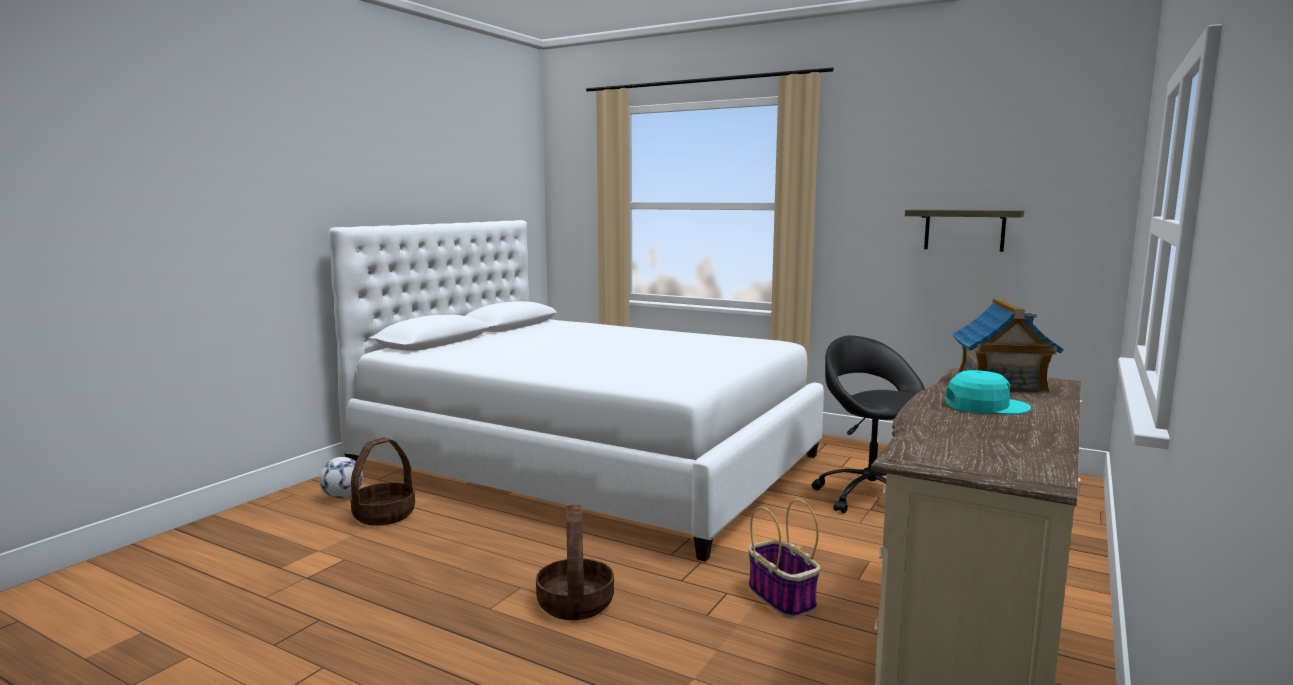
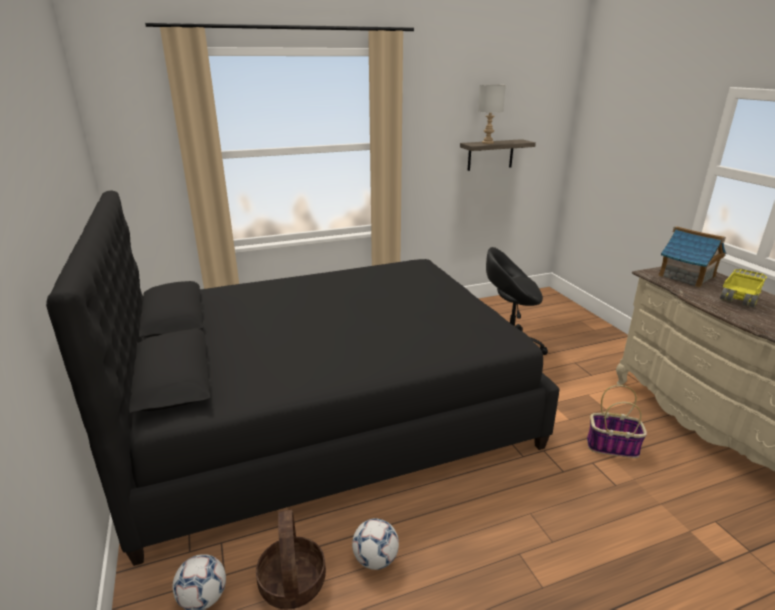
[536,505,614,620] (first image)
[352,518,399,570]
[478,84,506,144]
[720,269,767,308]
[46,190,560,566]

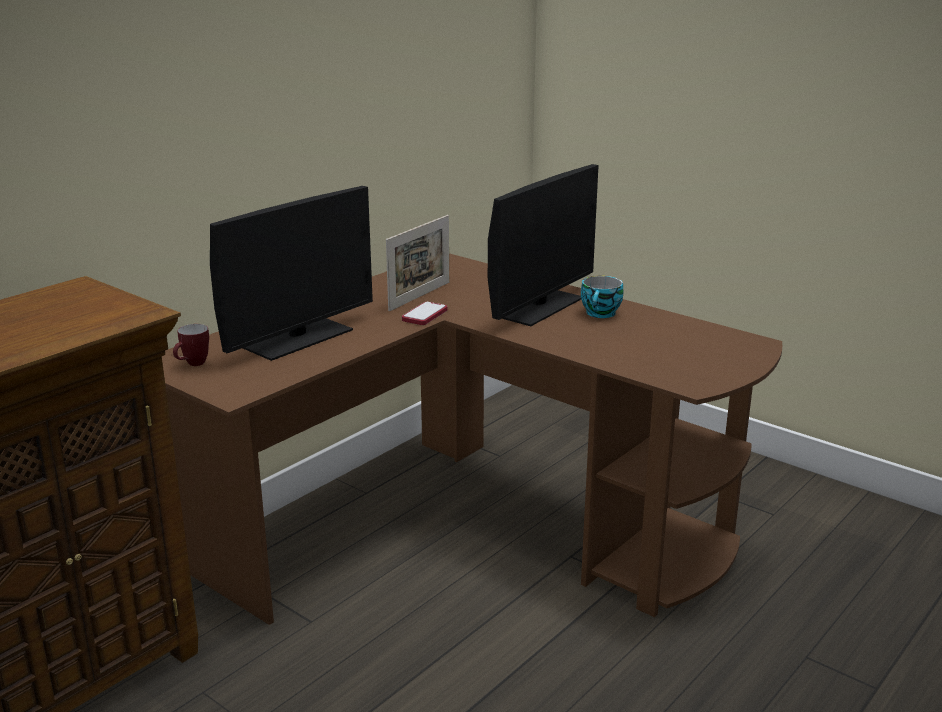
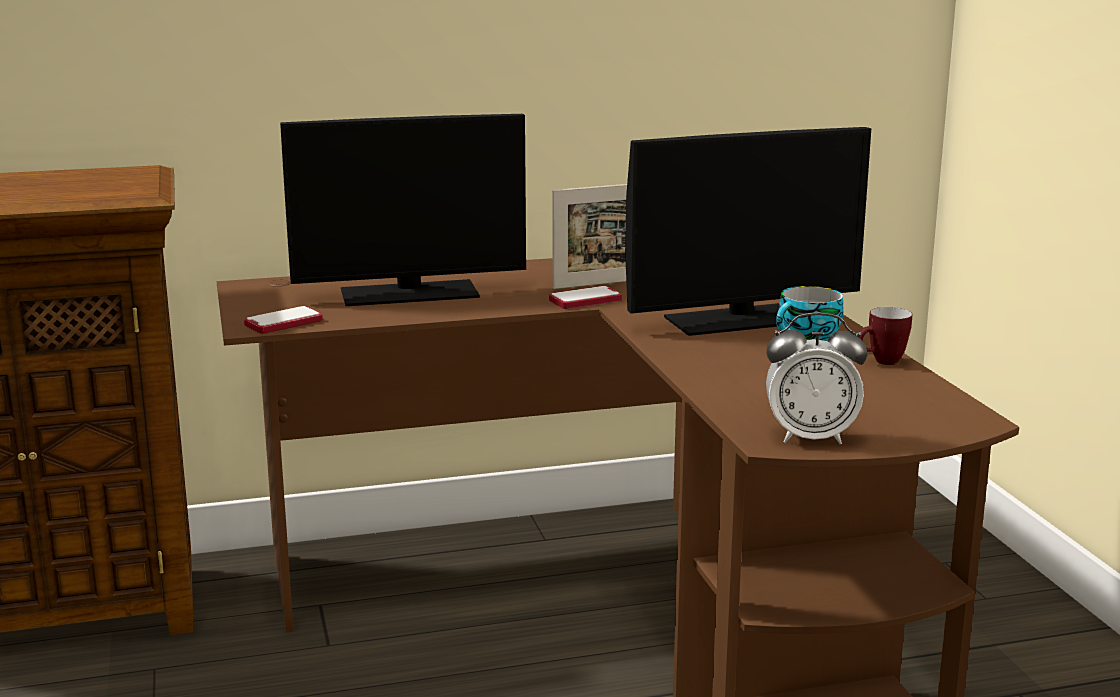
[244,306,323,333]
[766,312,867,444]
[859,307,912,365]

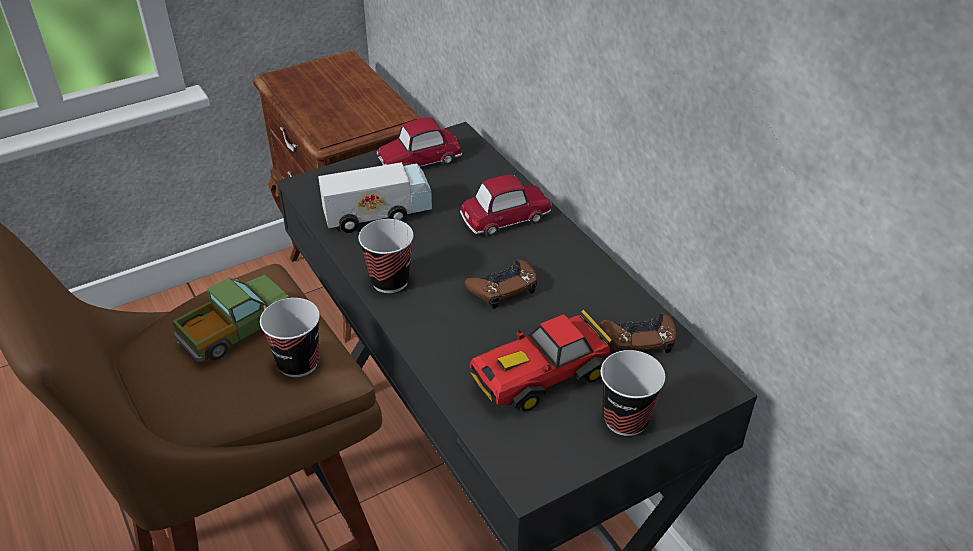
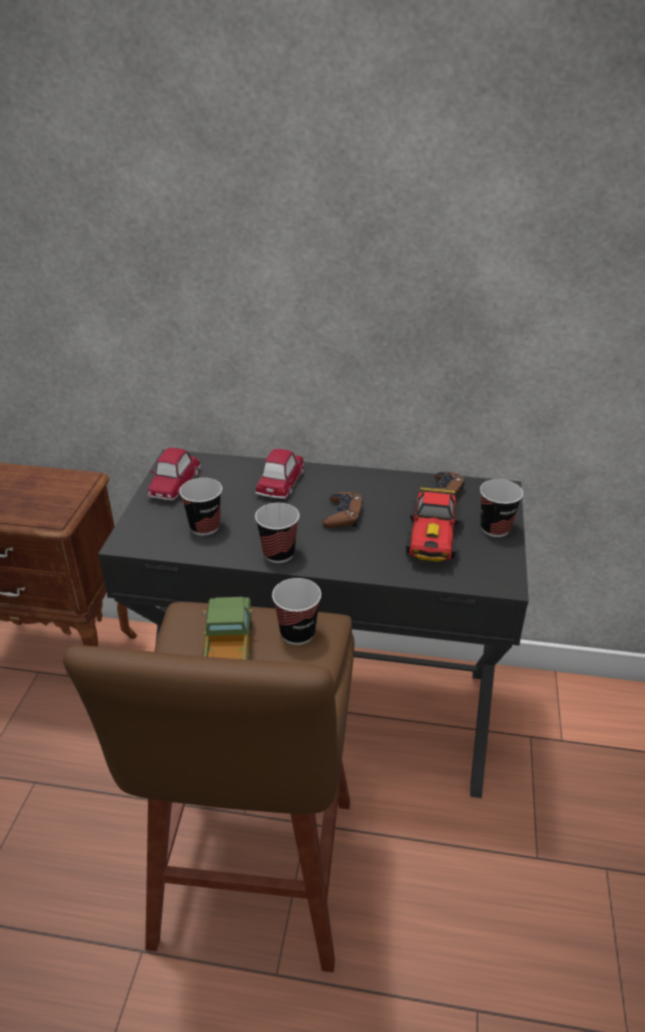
[180,478,222,536]

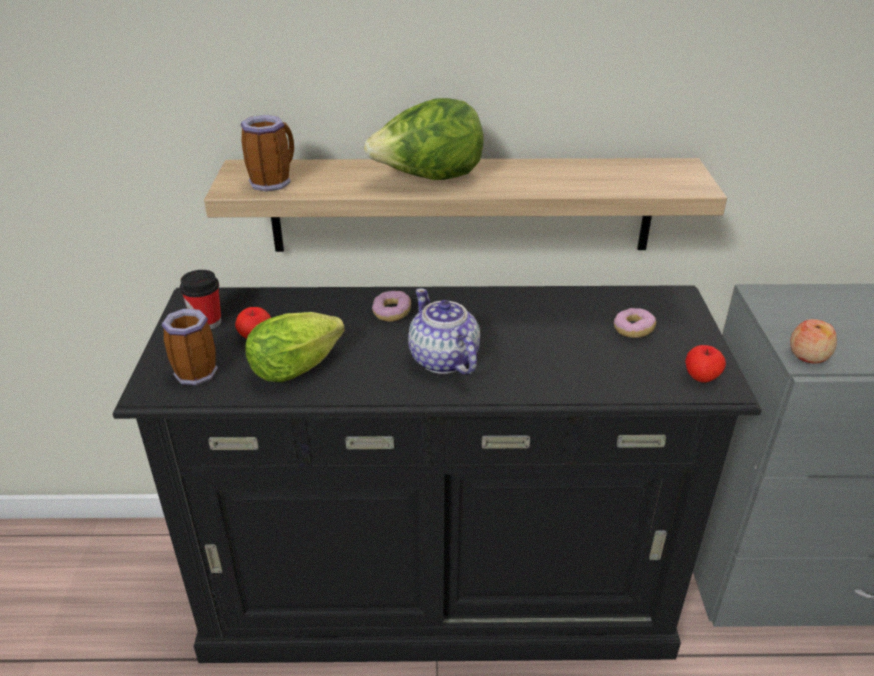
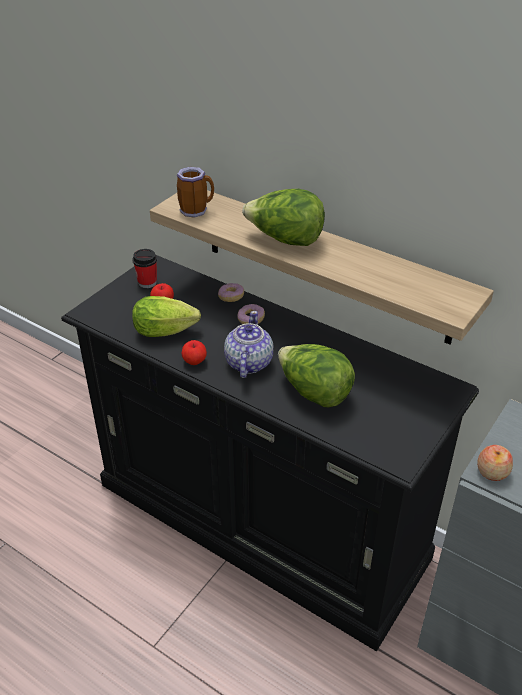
[161,309,218,385] (first image)
[278,344,355,407]
[218,283,244,302]
[182,340,207,365]

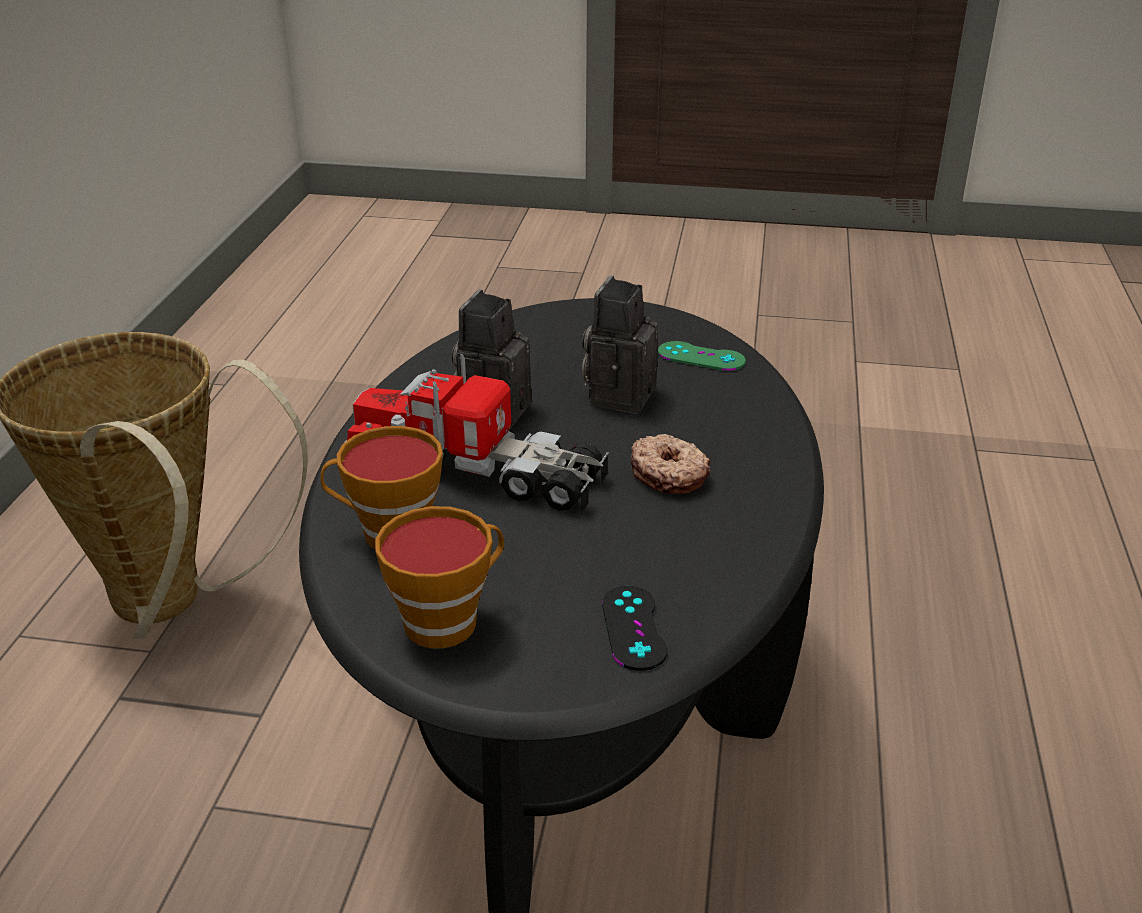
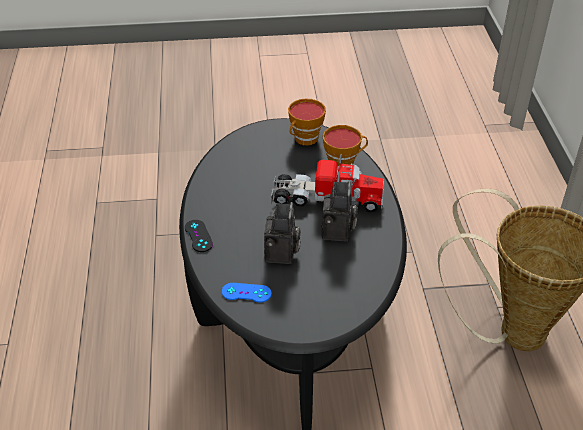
[631,434,711,494] (first image)
[185,220,213,252]
[222,283,272,302]

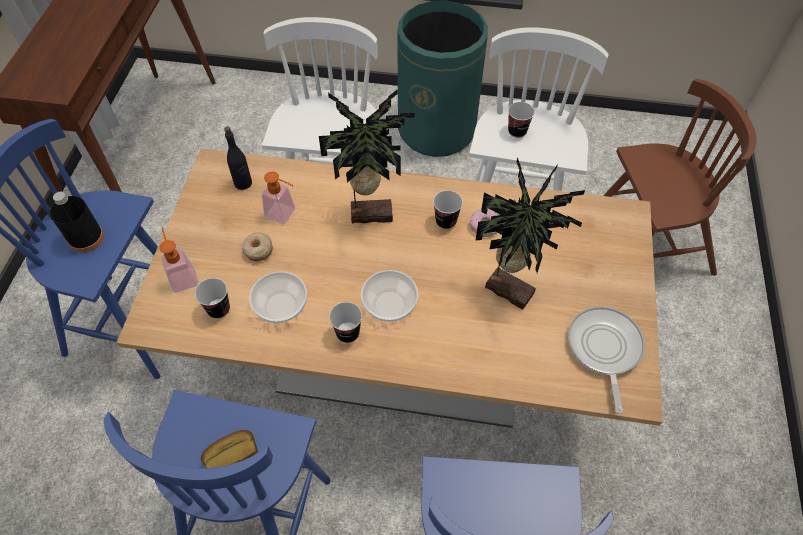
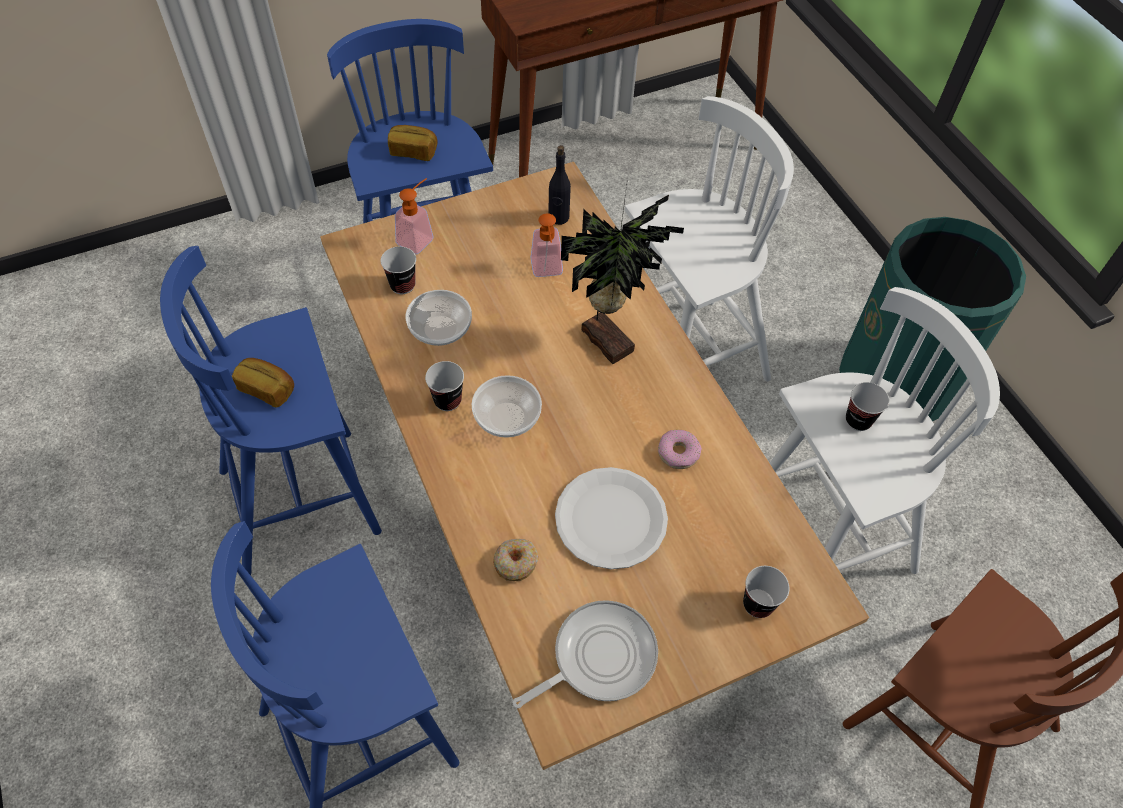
[493,539,538,581]
[743,566,790,618]
[388,125,437,161]
[555,467,668,569]

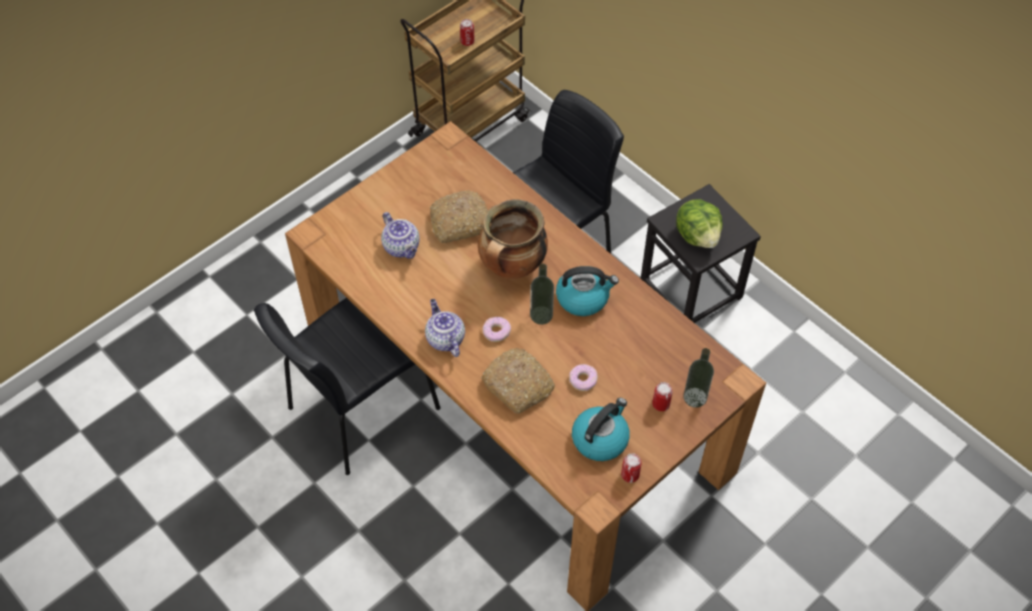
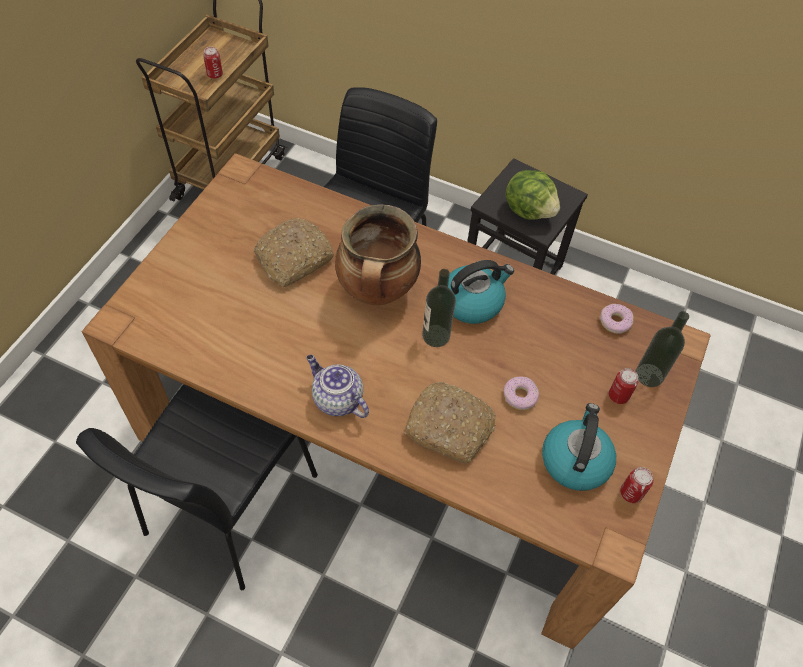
[381,212,420,259] (first image)
[599,304,634,334]

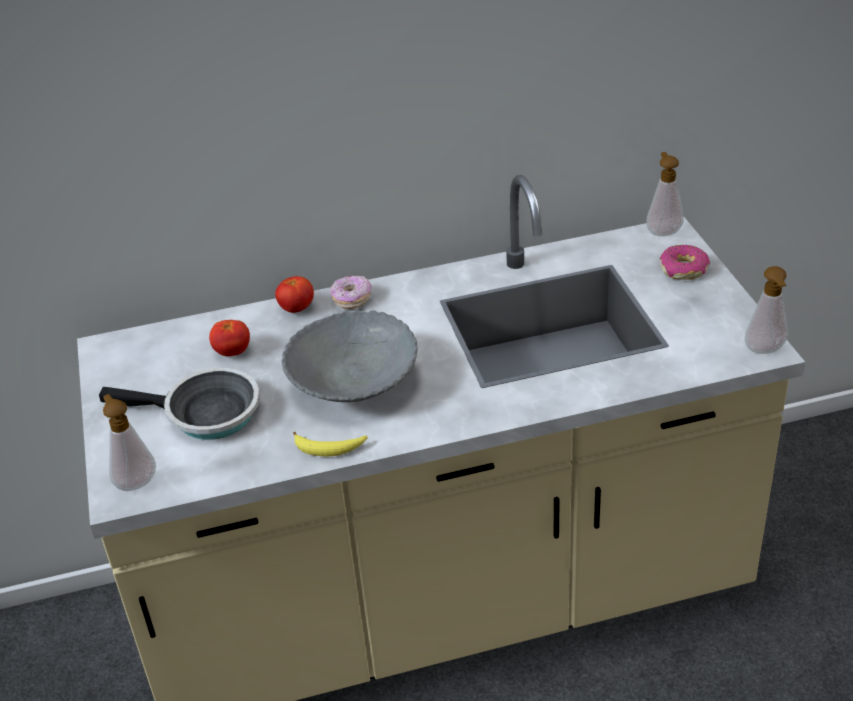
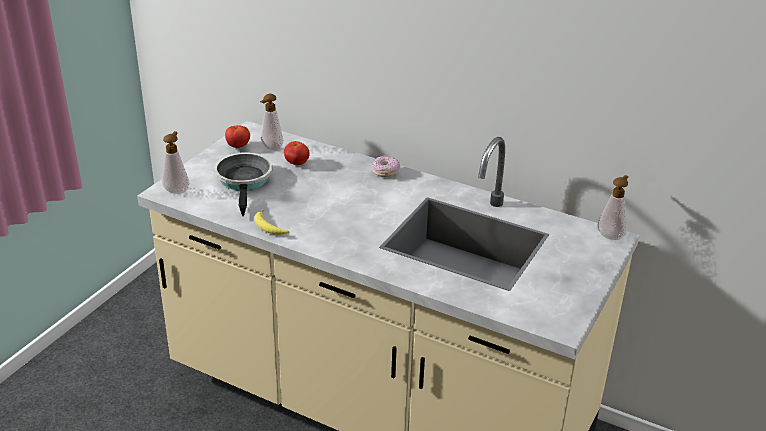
[282,310,418,402] (first image)
[660,245,710,280] (first image)
[225,126,250,148]
[260,94,283,150]
[214,152,273,216]

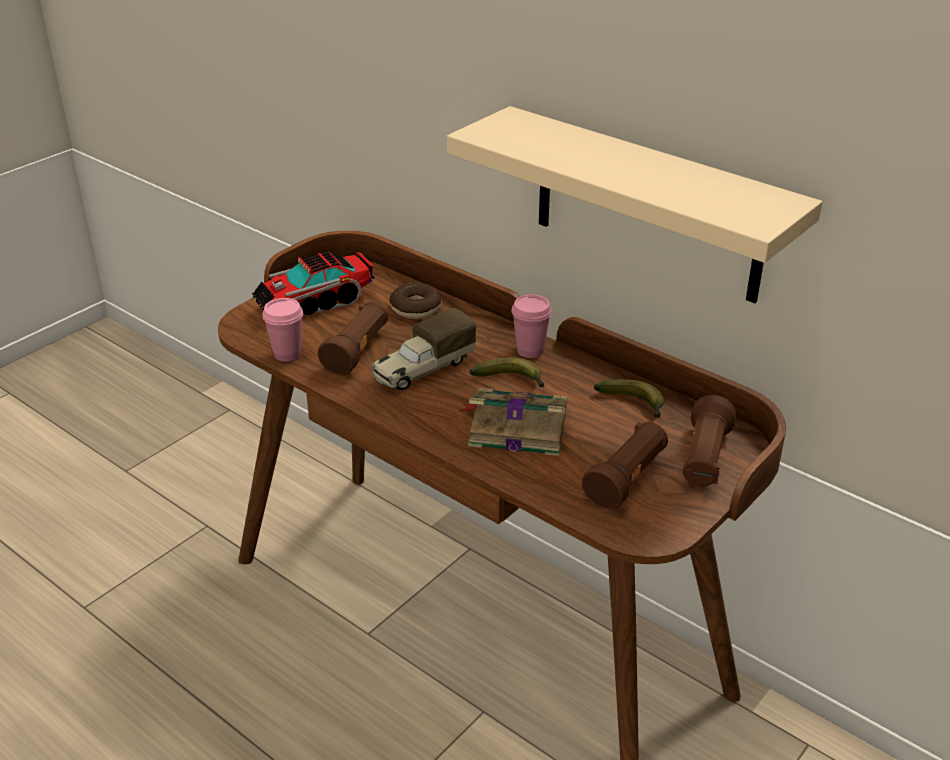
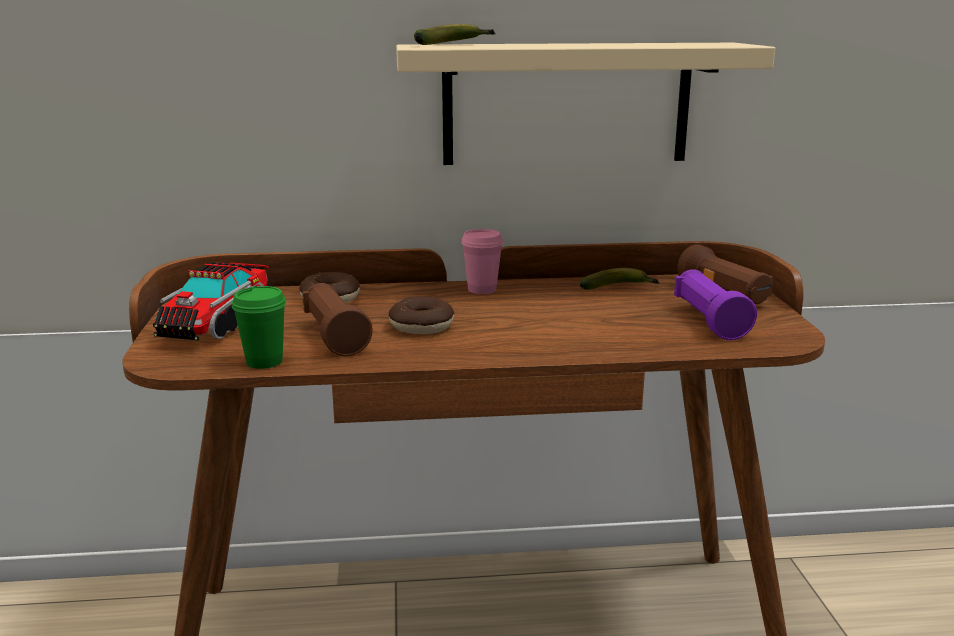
[459,388,568,456] (first image)
[414,24,495,45]
[389,296,454,334]
[232,286,286,369]
[674,269,757,340]

